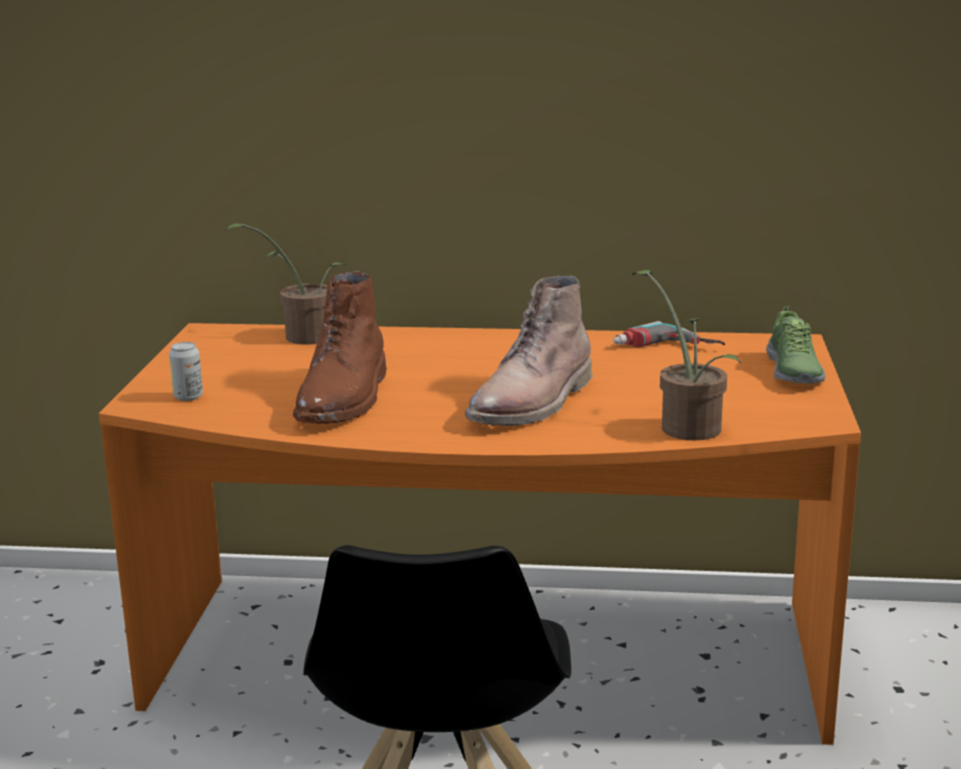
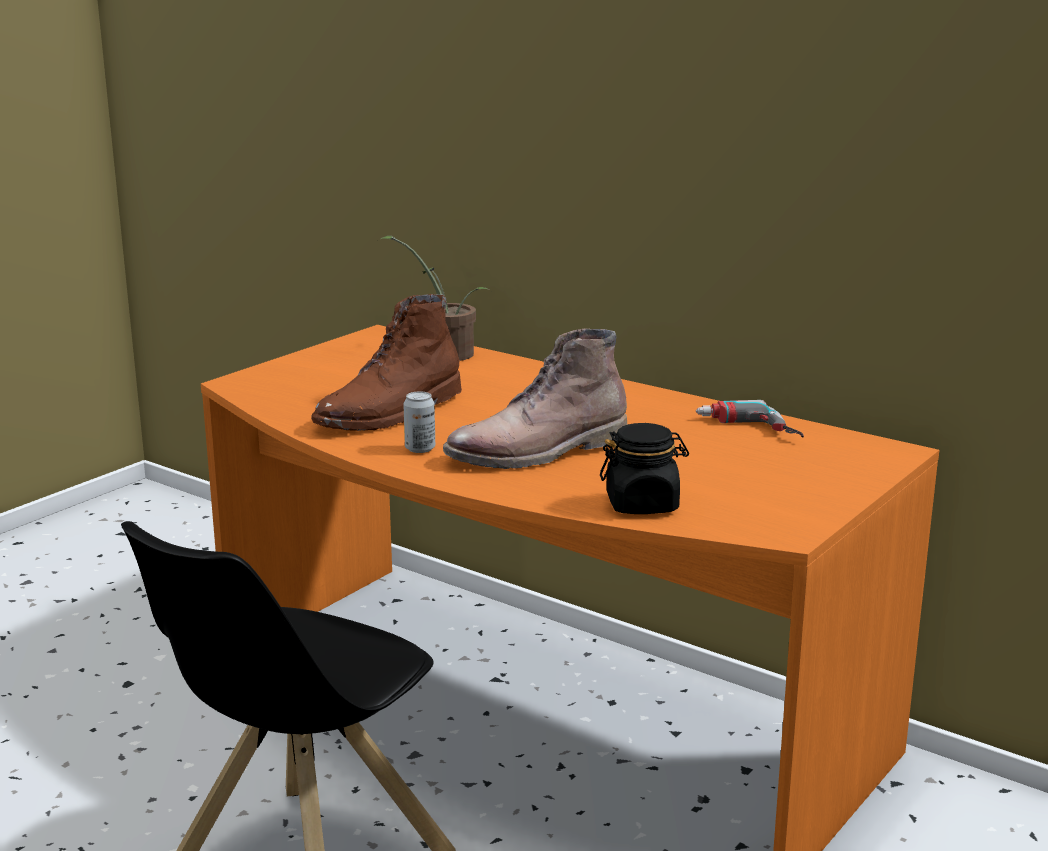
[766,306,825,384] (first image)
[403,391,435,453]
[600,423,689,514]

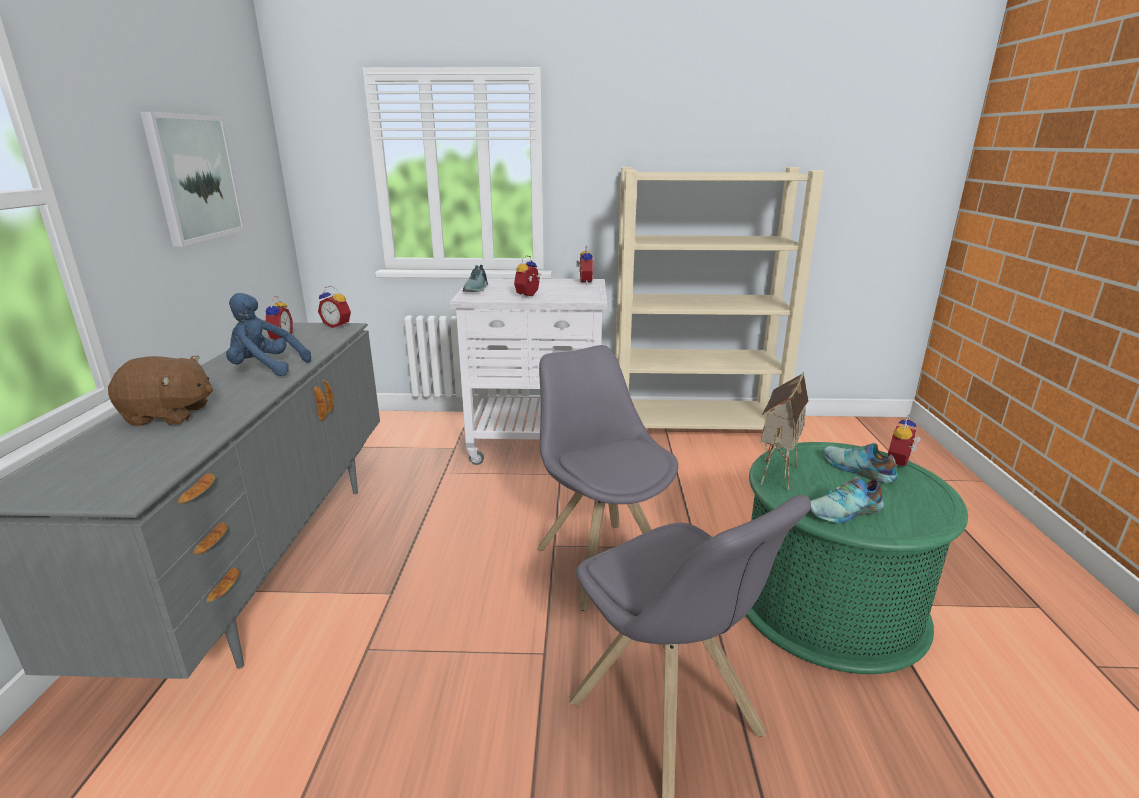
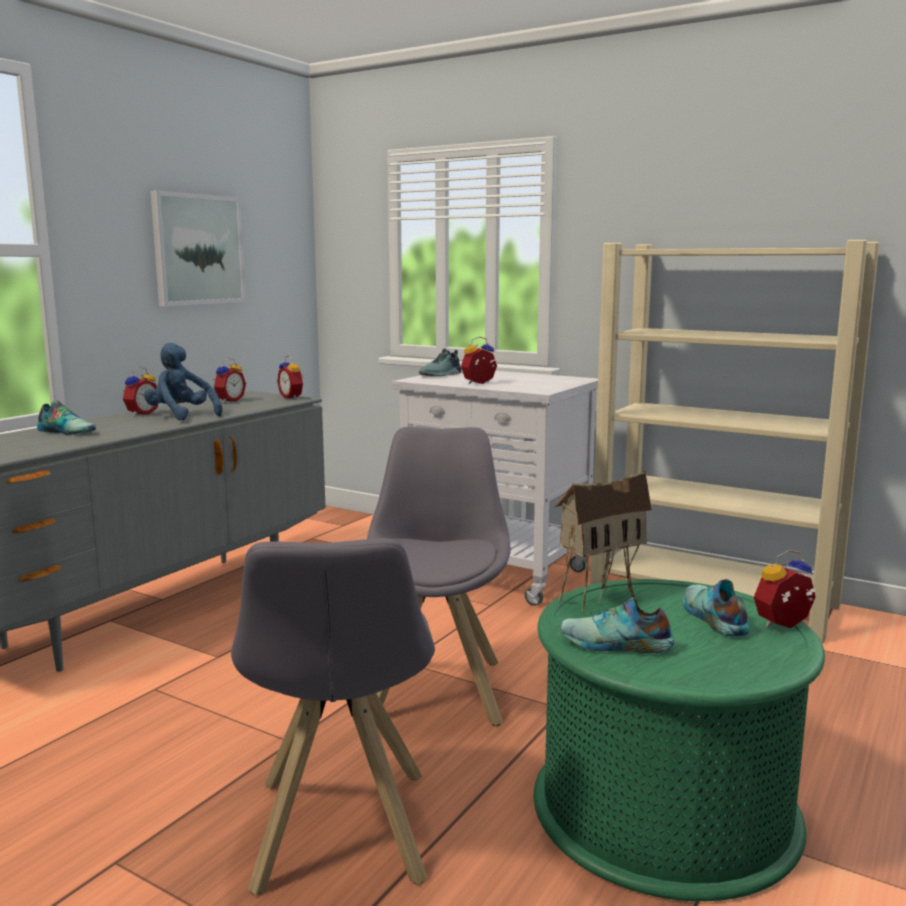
[123,367,158,416]
[37,400,96,436]

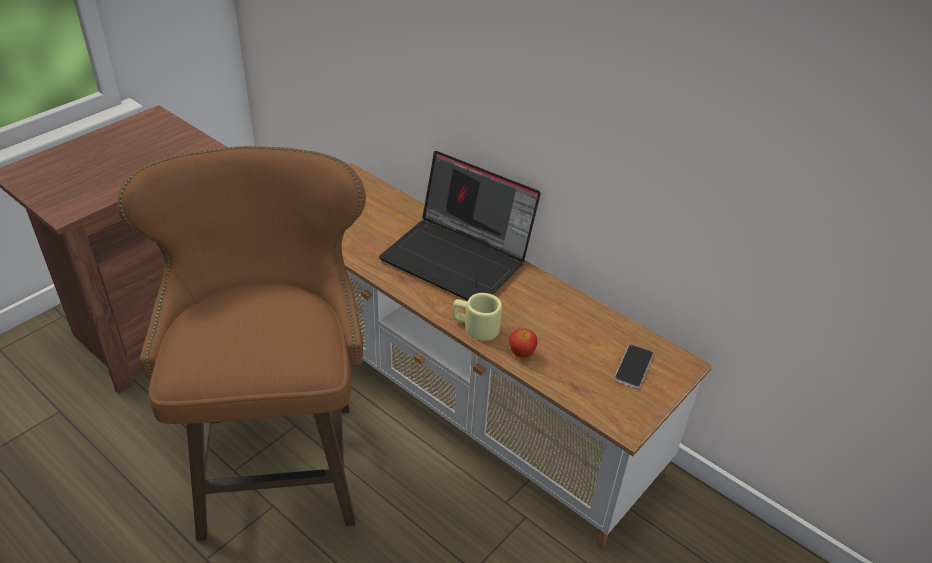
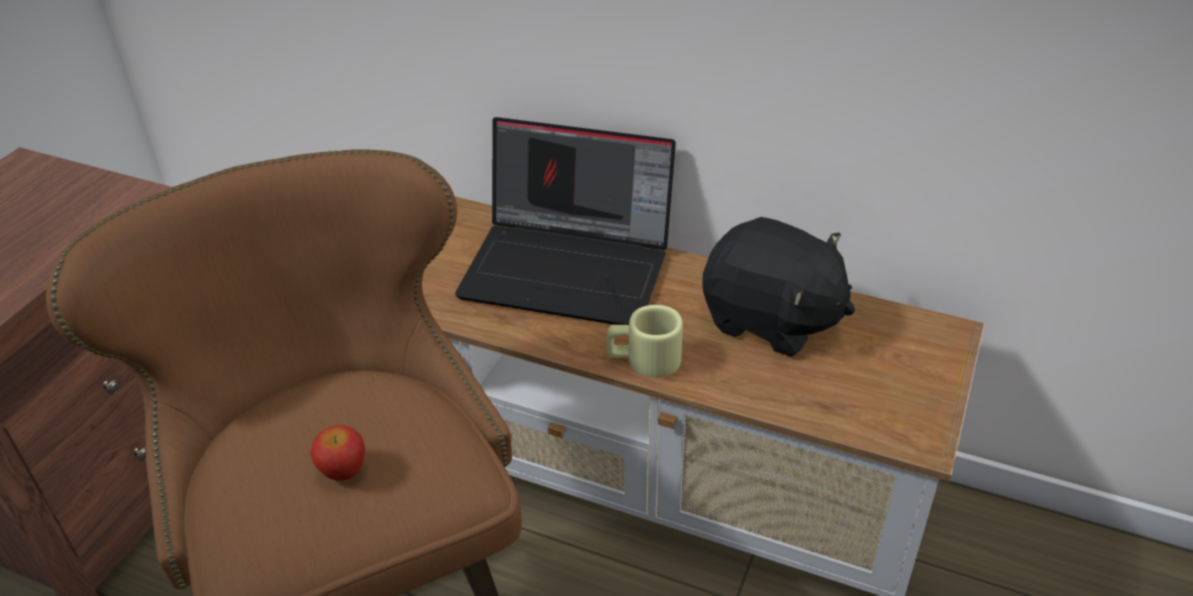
[614,345,654,388] (first image)
[702,217,855,357]
[310,425,365,481]

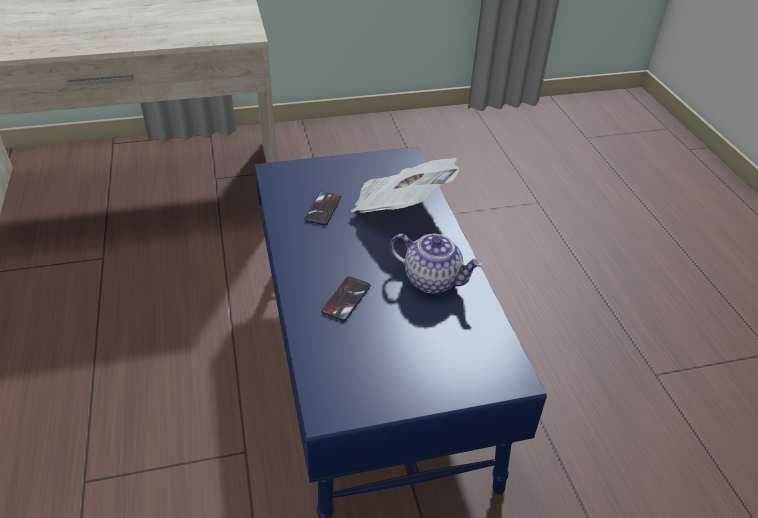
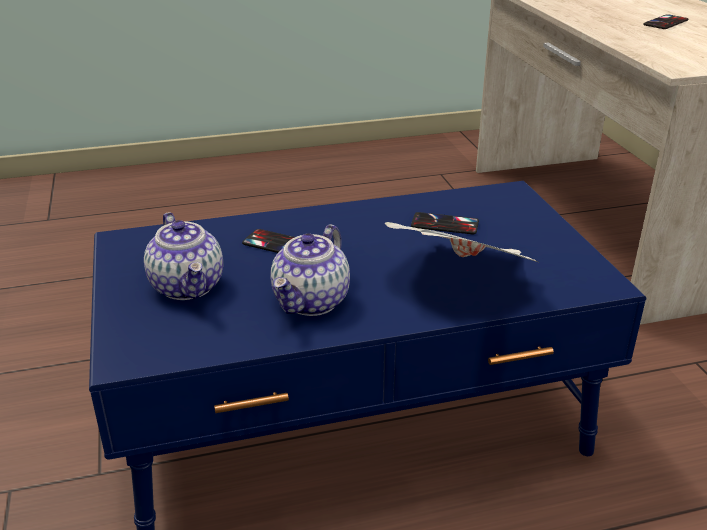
[144,212,223,300]
[643,14,688,29]

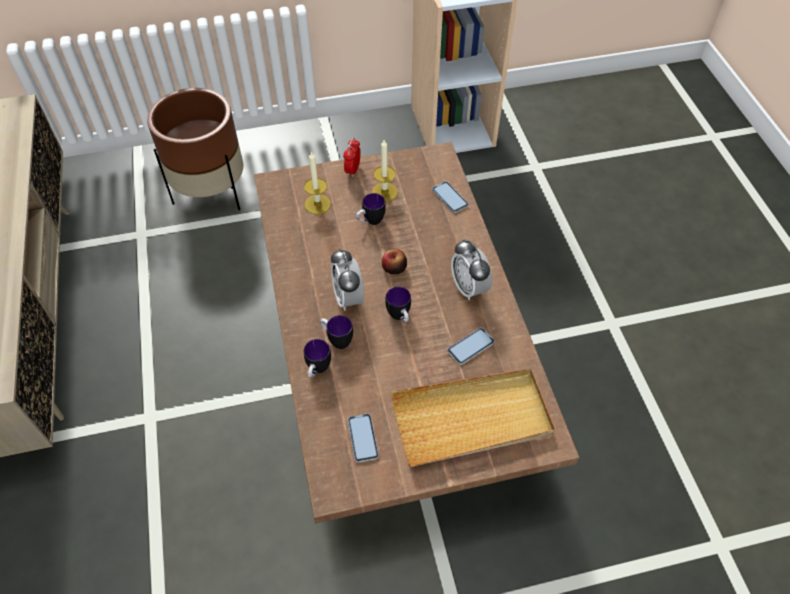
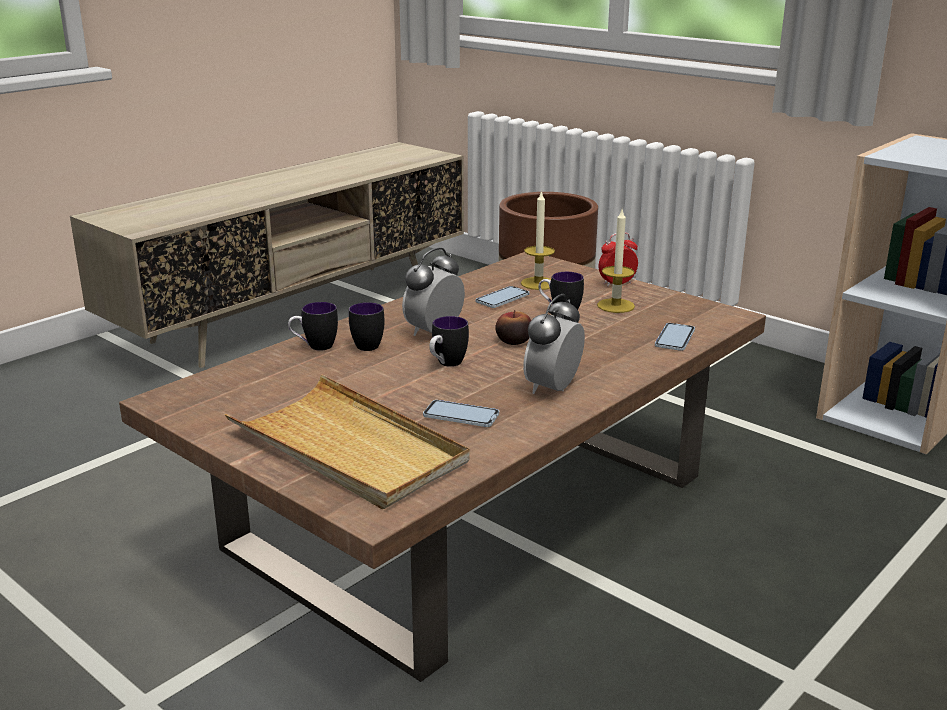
[475,286,529,308]

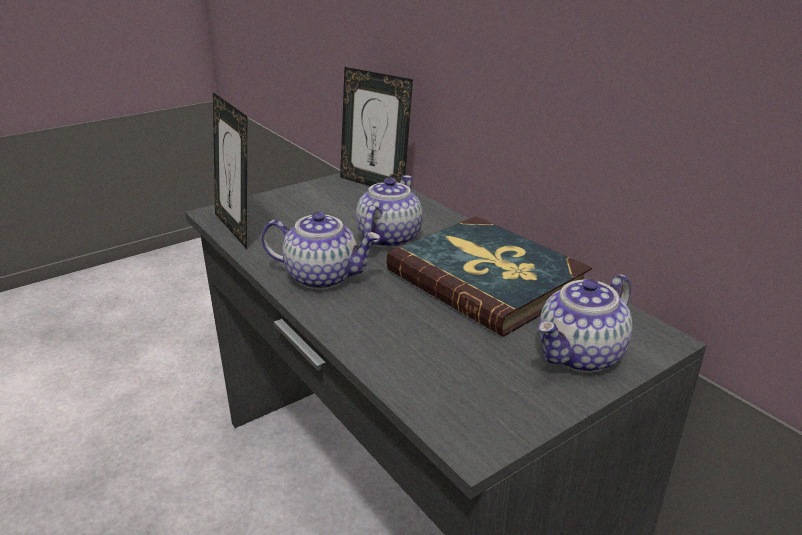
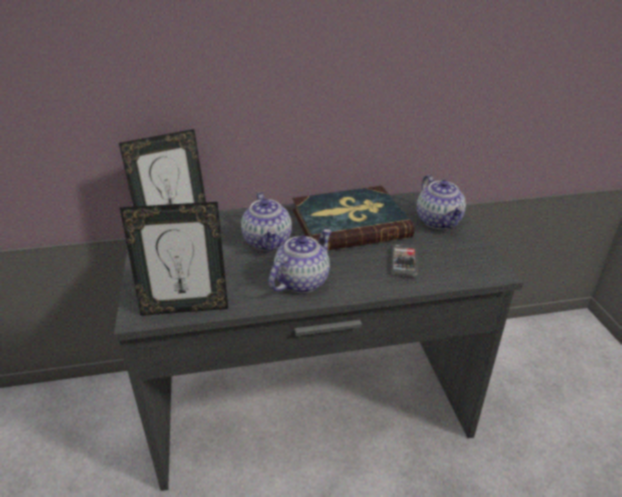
[391,244,418,278]
[241,192,292,251]

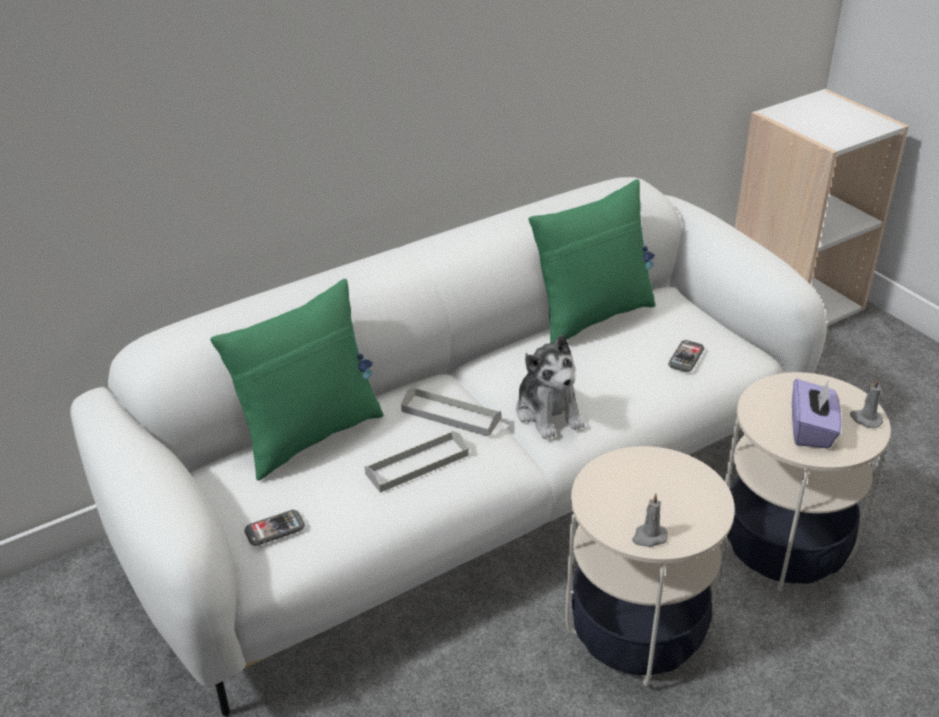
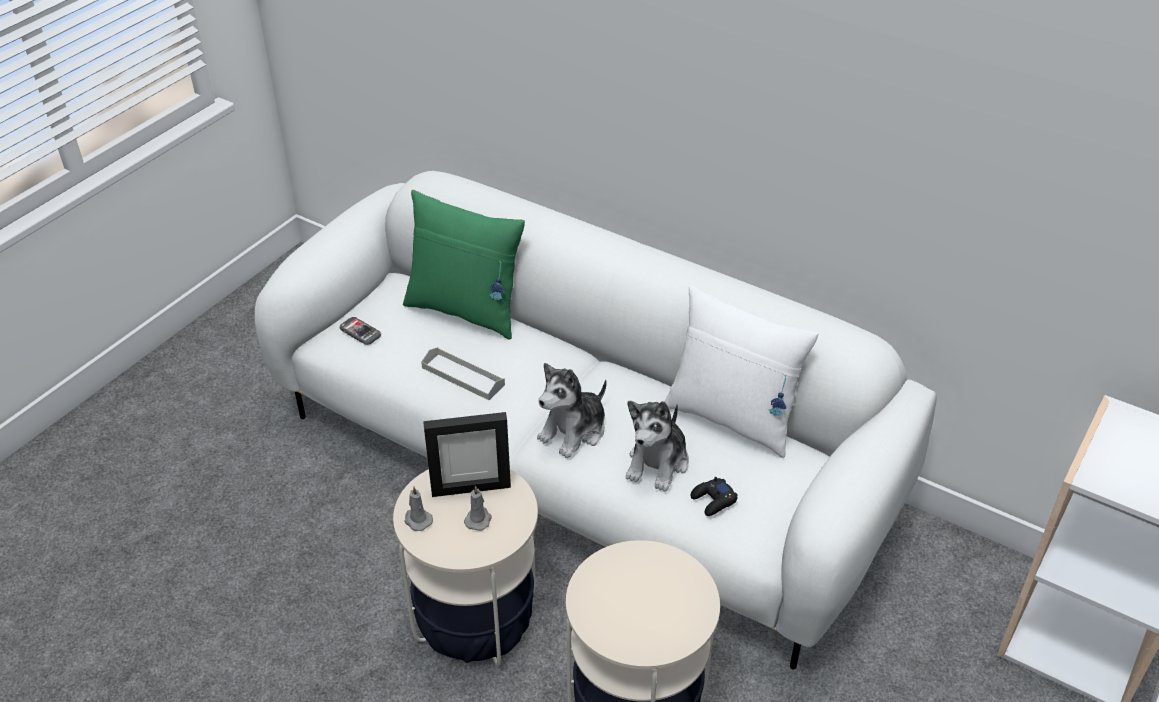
[401,387,501,437] (first image)
[792,379,842,449] (first image)
[423,412,511,497]
[626,401,689,492]
[464,486,492,531]
[691,477,738,516]
[665,285,818,458]

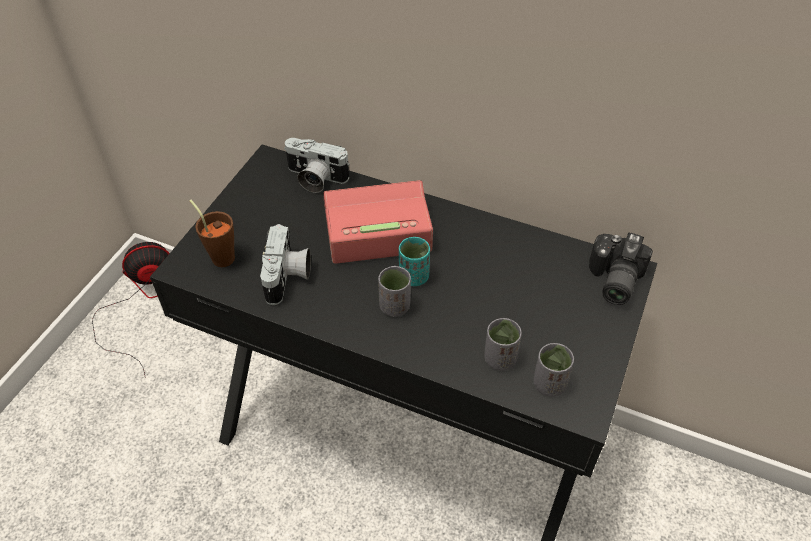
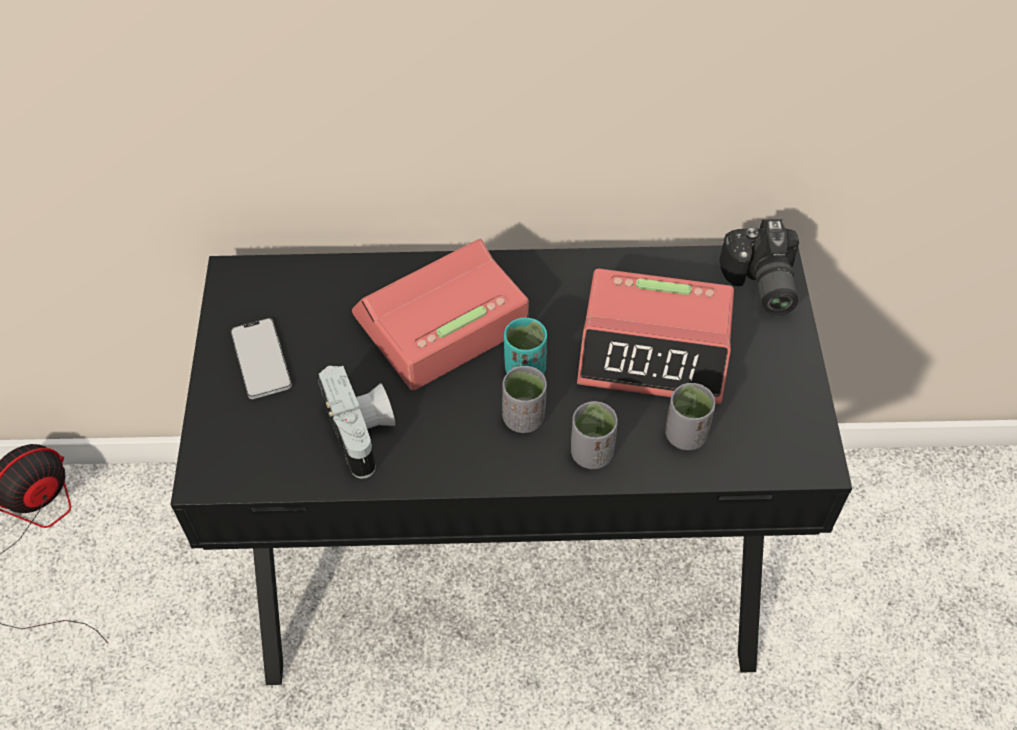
[190,200,235,267] (first image)
[284,138,350,193] (first image)
[231,318,292,399]
[577,269,734,404]
[571,401,618,469]

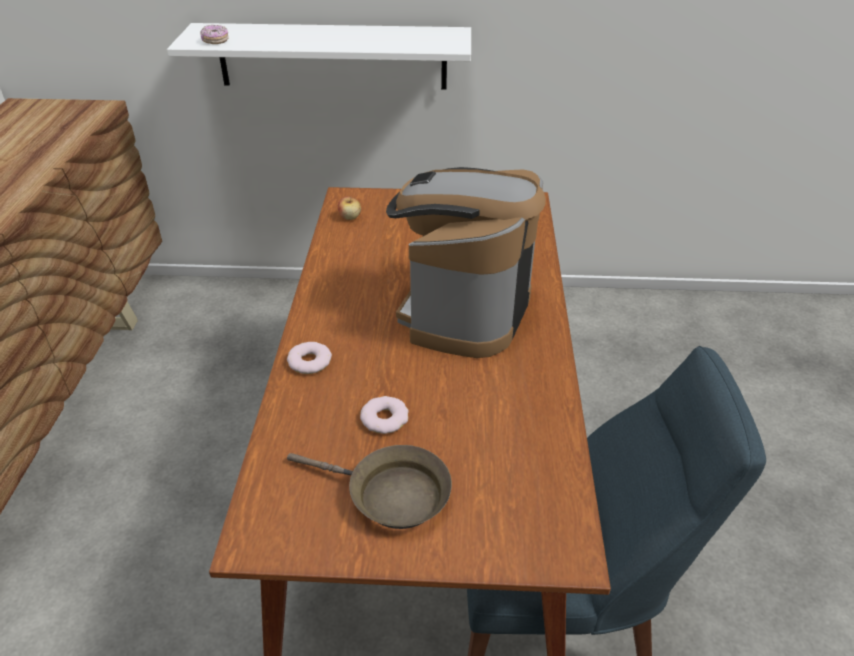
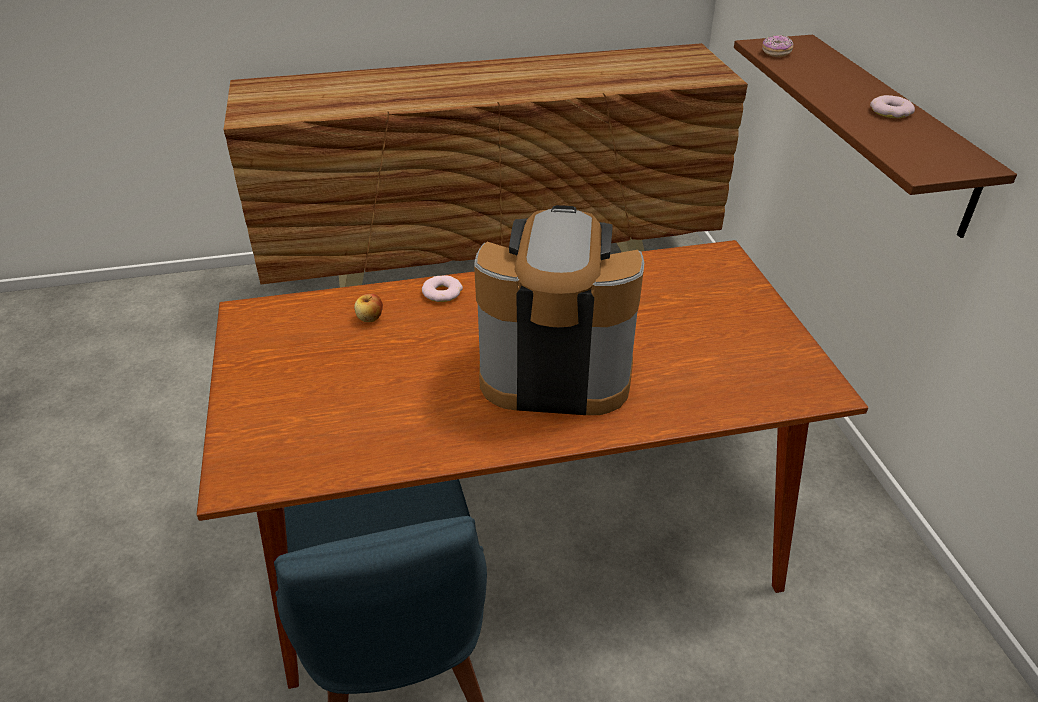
[287,445,452,529] (first image)
[354,294,383,322]
[870,95,915,118]
[734,35,1017,238]

